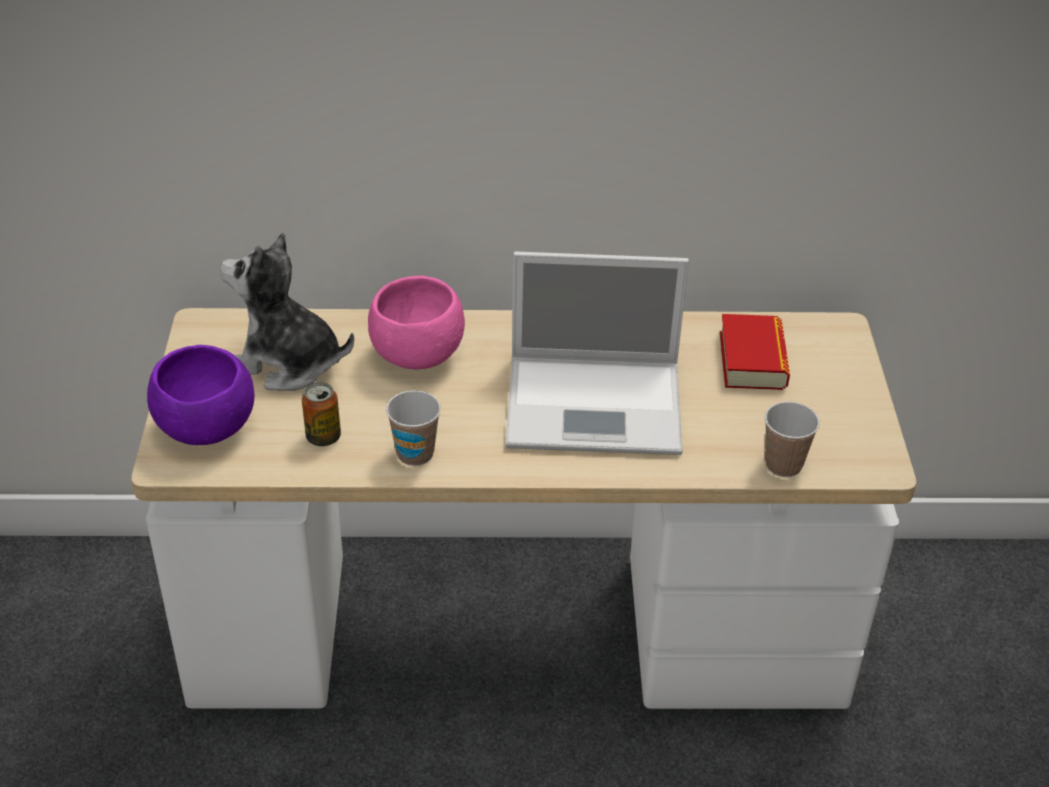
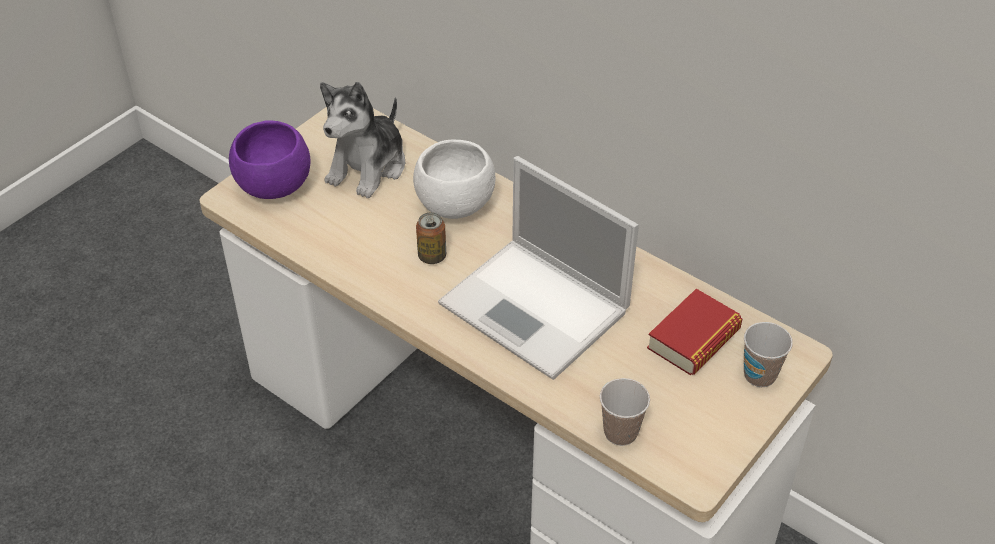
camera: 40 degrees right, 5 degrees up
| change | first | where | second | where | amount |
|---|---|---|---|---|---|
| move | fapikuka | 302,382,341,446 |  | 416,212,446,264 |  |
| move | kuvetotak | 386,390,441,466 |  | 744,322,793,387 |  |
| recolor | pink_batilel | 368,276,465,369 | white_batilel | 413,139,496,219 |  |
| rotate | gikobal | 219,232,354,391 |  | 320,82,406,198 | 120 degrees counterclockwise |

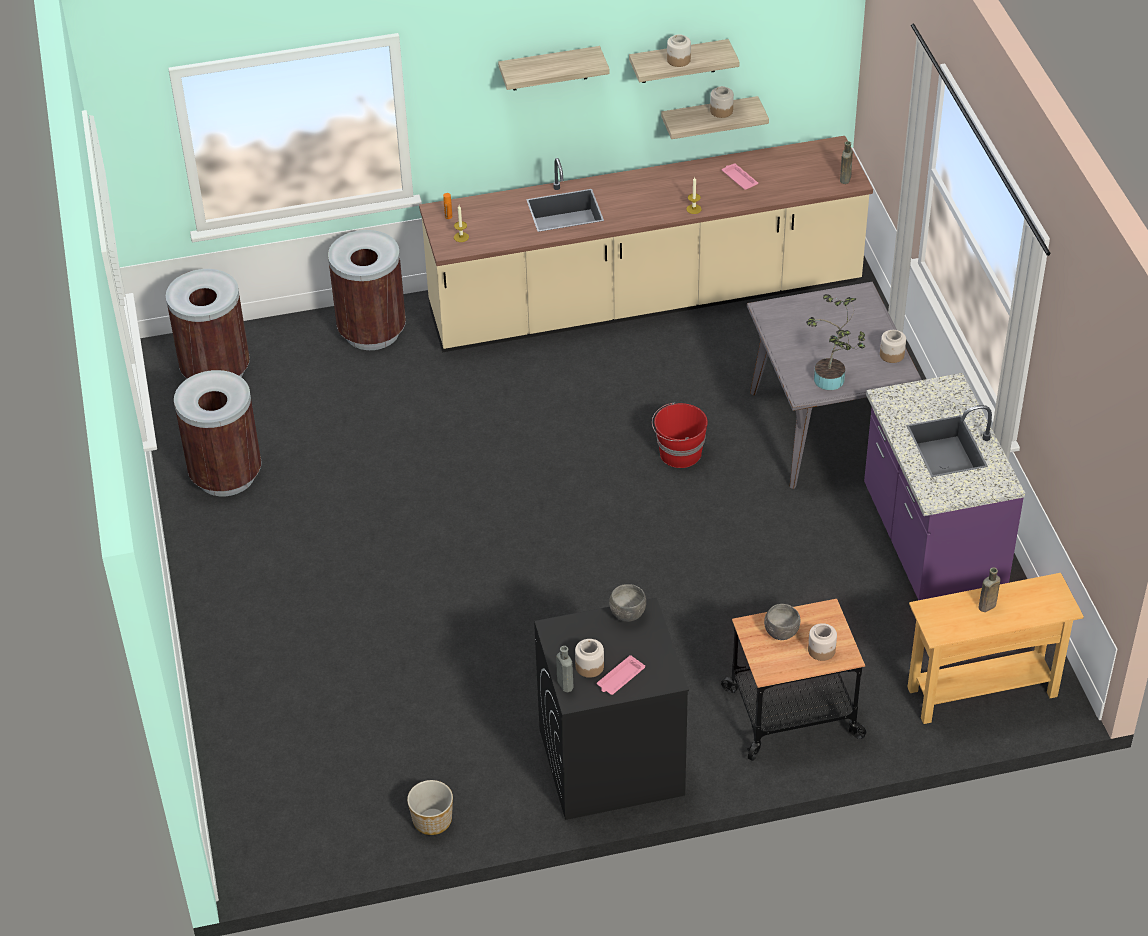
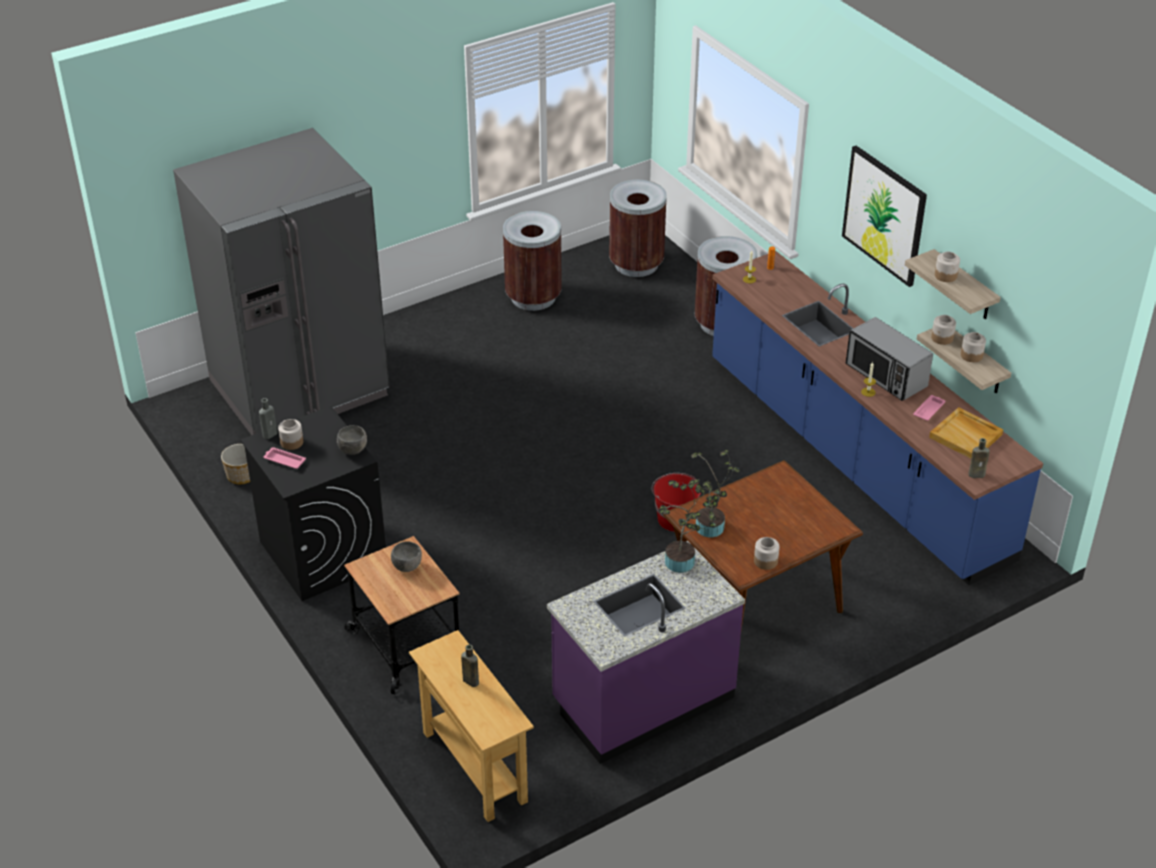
camera: 70 degrees right, 5 degrees down
| change | first | where | second | where | amount |
|---|---|---|---|---|---|
| insert |  |  | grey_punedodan | 173,128,390,435 |  |
| insert |  |  | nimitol | 659,479,717,573 |  |
| insert |  |  | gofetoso | 846,317,933,401 |  |
| insert |  |  | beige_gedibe | 929,407,1003,459 |  |
| move | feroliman | 808,623,837,661 |  | 931,315,956,345 |  |
| replace | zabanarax | 498,46,610,90 | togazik | 842,146,927,287 |  |
| recolor | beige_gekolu | 419,136,873,352 | blue_gekolu | 712,251,1043,585 |  |
| recolor | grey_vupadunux | 747,282,922,489 | brown_vupadunux | 663,460,863,630 |  |

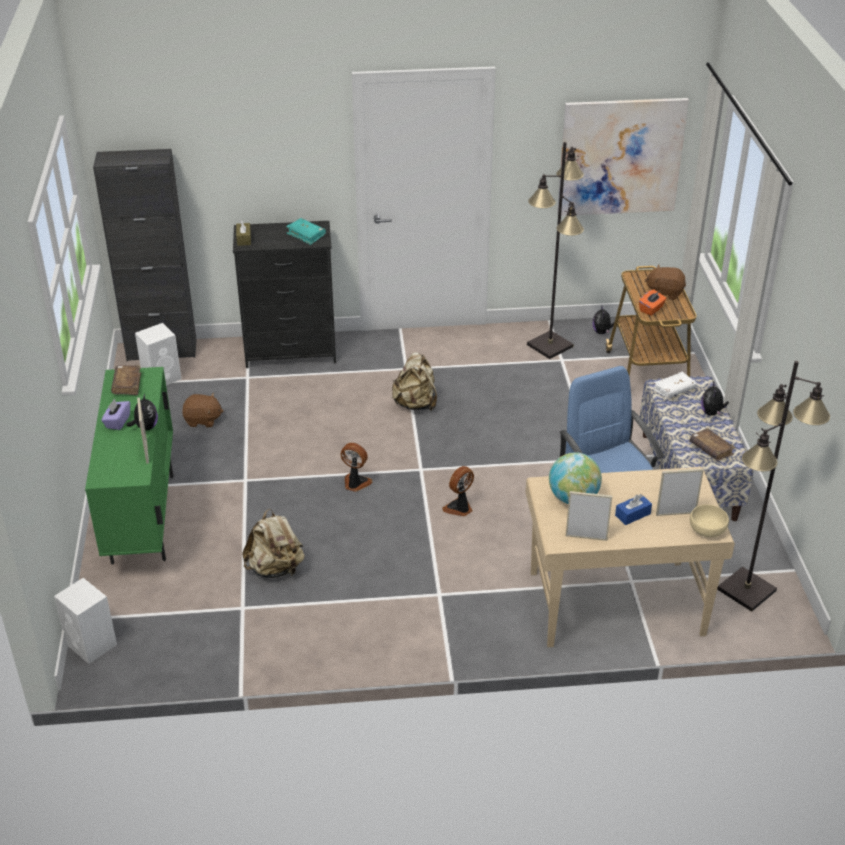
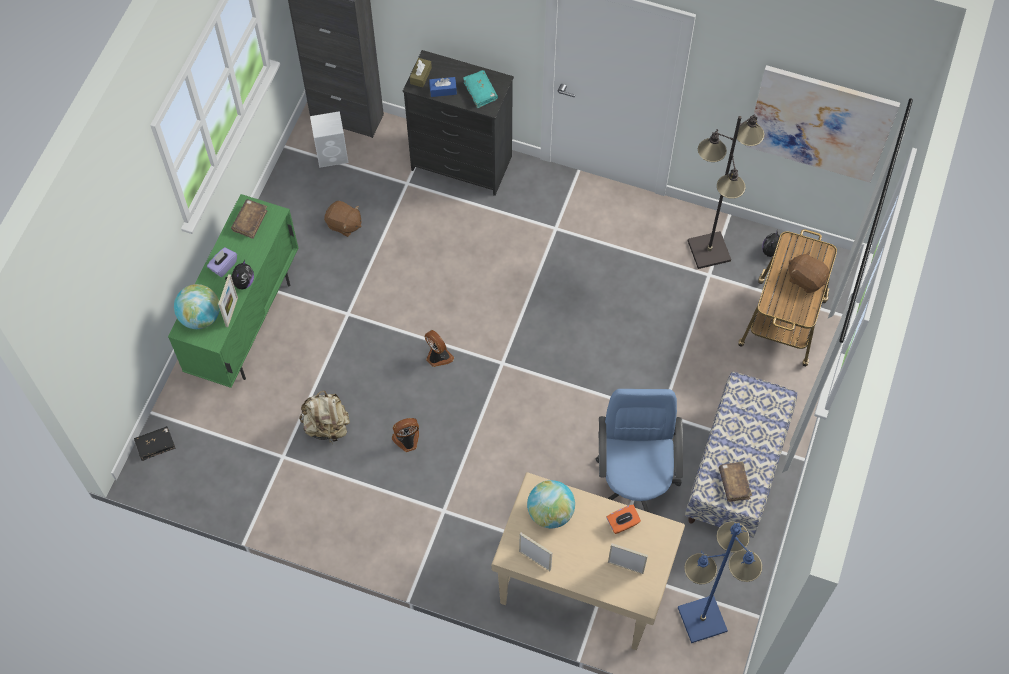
camera: 25 degrees right, 25 degrees up
| change | first | where | second | where | amount |
|---|---|---|---|---|---|
| delete | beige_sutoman | 392,352,437,411 |  |  |  |
| delete | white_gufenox | 653,372,697,398 |  |  |  |
| delete | beige_batilel | 690,504,729,537 |  |  |  |
| delete | gikobal | 701,381,729,416 |  |  |  |
| insert |  |  | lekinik | 174,284,220,329 |  |
| move | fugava | 442,466,474,516 |  | 392,418,419,452 |  |
| move | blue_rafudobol | 615,494,652,525 |  | 429,77,457,97 |  |
| move | orange_rafudobol | 639,290,666,316 |  | 606,505,641,534 |  |
| replace | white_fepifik | 54,578,117,664 | black_gufenox | 134,426,175,461 |  |
| recolor | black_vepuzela | 717,361,830,612 | blue_vepuzela | 678,521,762,643 |  |

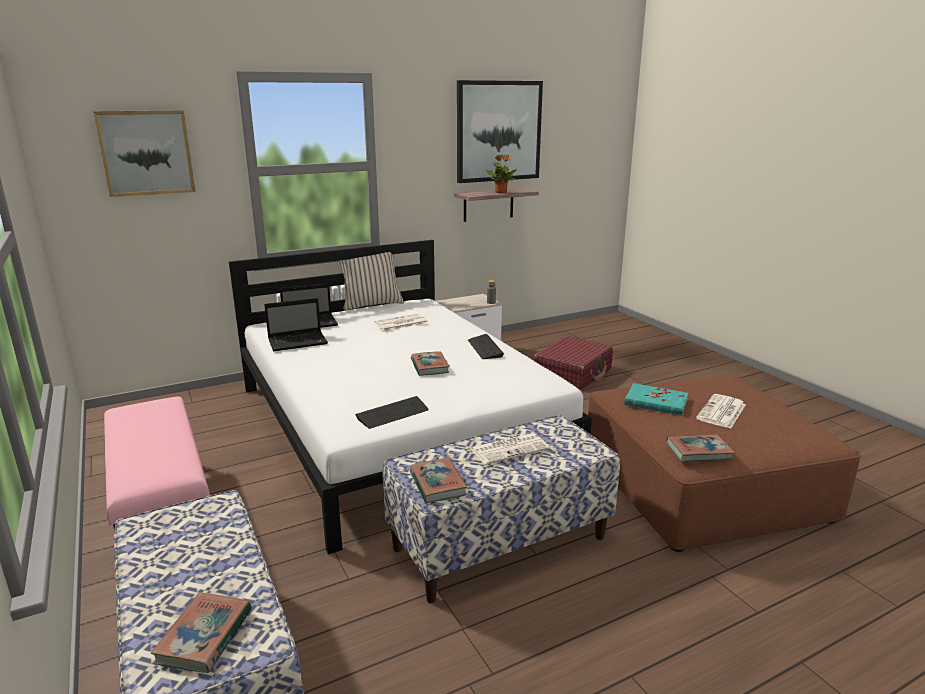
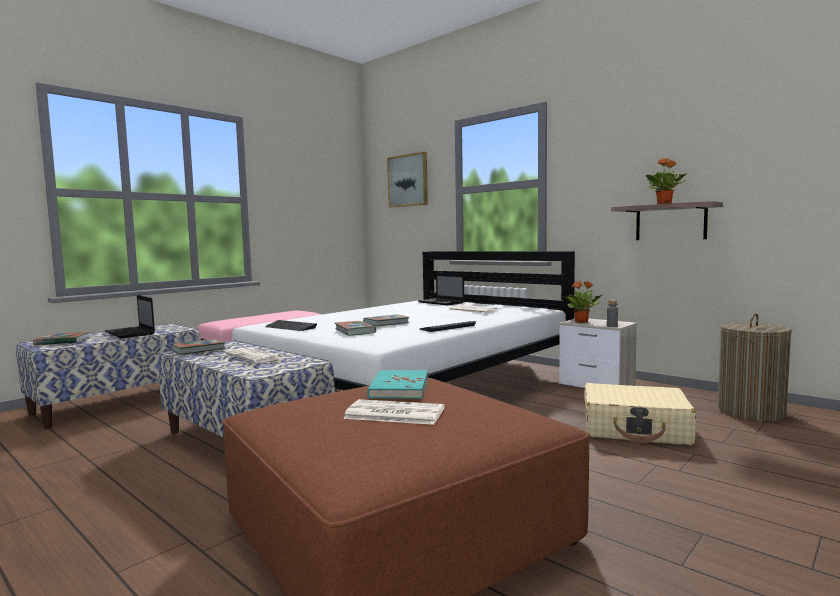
camera: 70 degrees right, 15 degrees down
| change | first | where | second | where | amount |
|---|---|---|---|---|---|
| delete | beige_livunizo | 339,252,404,310 |  |  |  |
| delete | togazik | 457,80,543,183 |  |  |  |
| insert |  |  | nimitol | 564,281,602,323 |  |
| insert |  |  | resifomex | 718,313,792,421 |  |
| move | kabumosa | 264,298,328,351 |  | 105,295,155,338 |  |
| move | gufenox | 666,434,734,462 |  | 335,321,376,336 |  |
| recolor | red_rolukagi | 534,336,613,390 | beige_rolukagi | 584,383,696,446 |  |

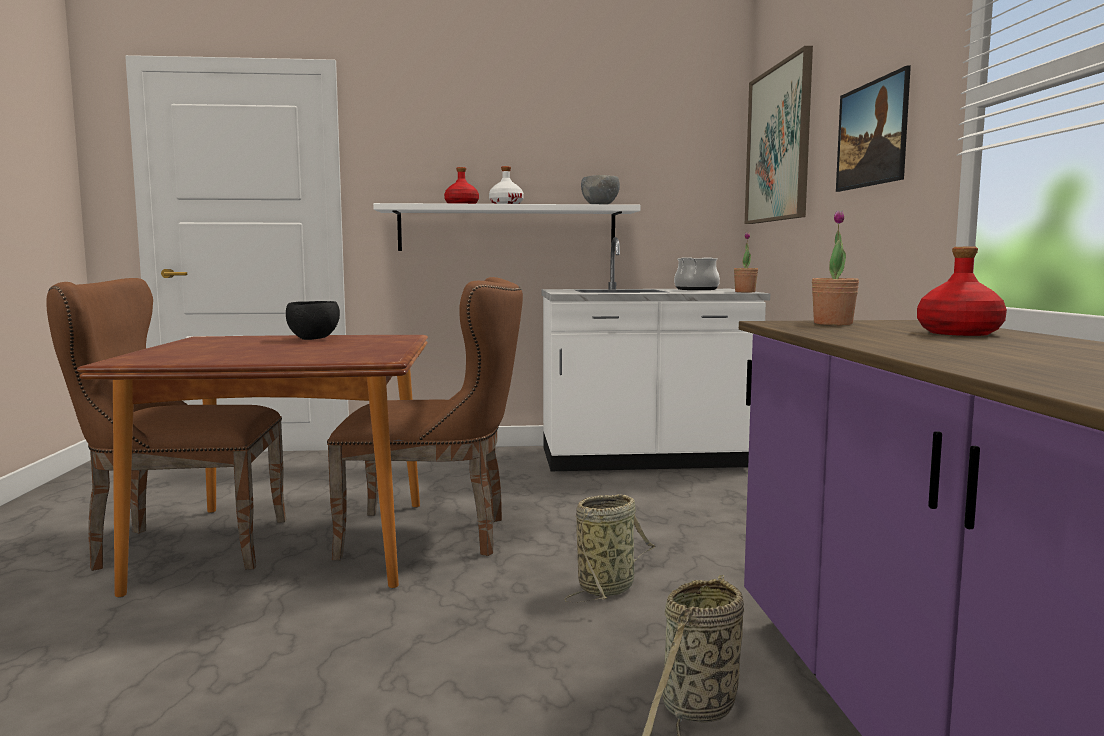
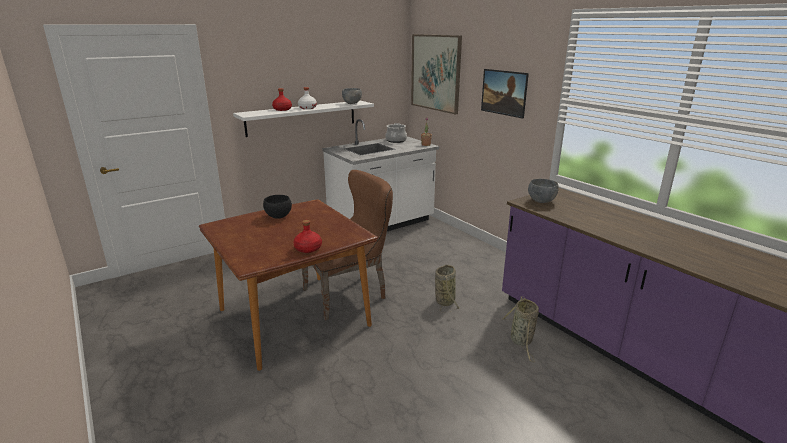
camera: 30 degrees left, 15 degrees up
| change | first | where | second | where | amount |
|---|---|---|---|---|---|
| delete | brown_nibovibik | 46,278,286,571 |  |  |  |
| move | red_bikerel | 917,247,1007,336 |  | 293,220,322,253 |  |
| replace | nimitol | 812,210,859,325 | grey_batilel | 528,179,559,203 |  |

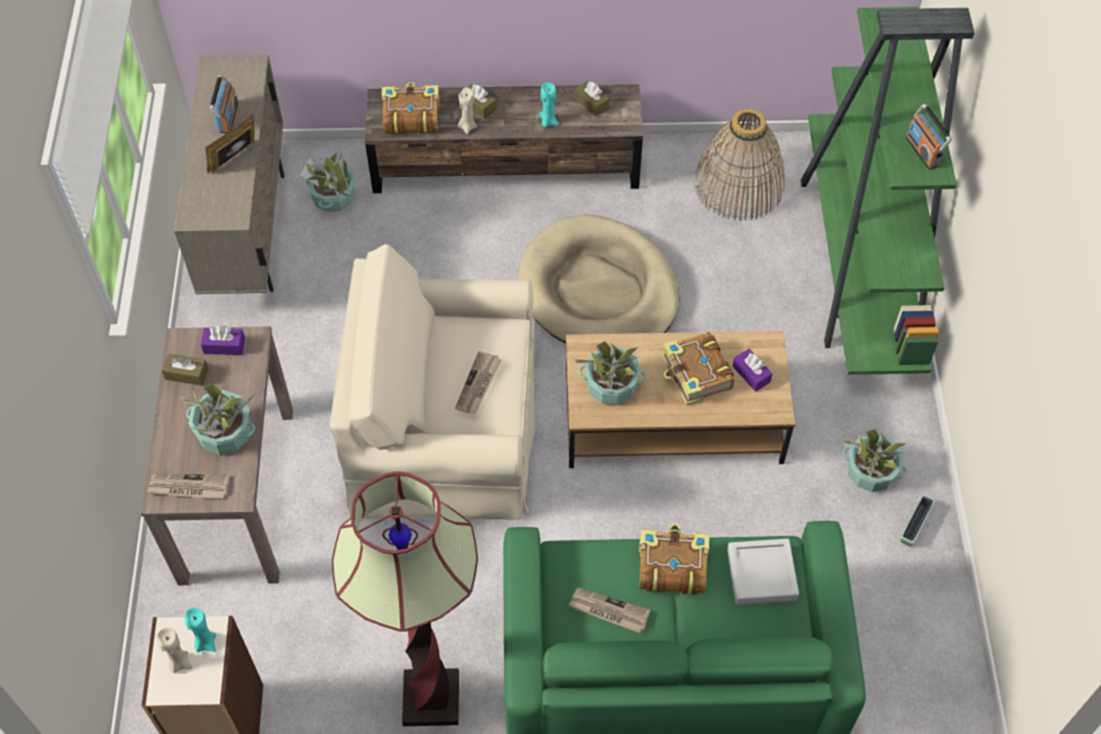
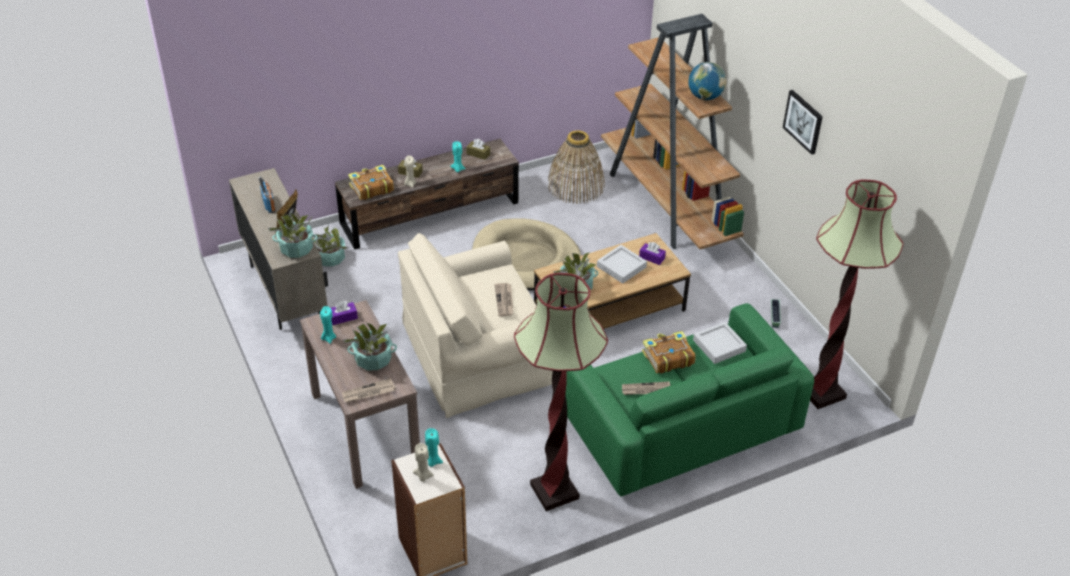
camera: 25 degrees left, 15 degrees down
| change | first | where | second | where | amount |
|---|---|---|---|---|---|
| insert |  |  | togazik | 783,90,823,155 |  |
| insert |  |  | vepuzela | 810,179,903,409 |  |
| move | nimitol | 841,429,910,492 |  | 268,213,318,258 |  |
| replace | brown_rafudobol | 162,354,209,386 | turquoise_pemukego | 320,306,336,343 |  |
| replace | gufenox | 662,332,735,406 | grey_gedibe | 597,245,647,284 |  |
| replace | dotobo | 906,104,952,170 | lekinik | 688,62,726,100 |  |
| recolor | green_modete | 801,6,974,374 | brown_modete | 601,14,744,249 |  |

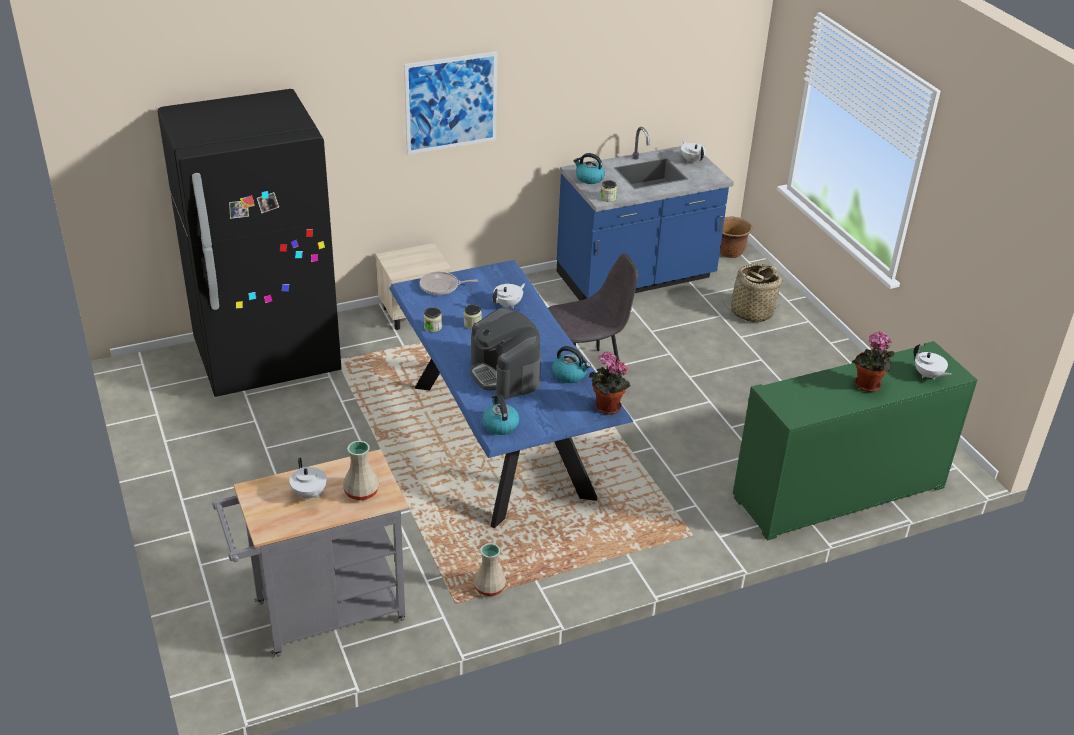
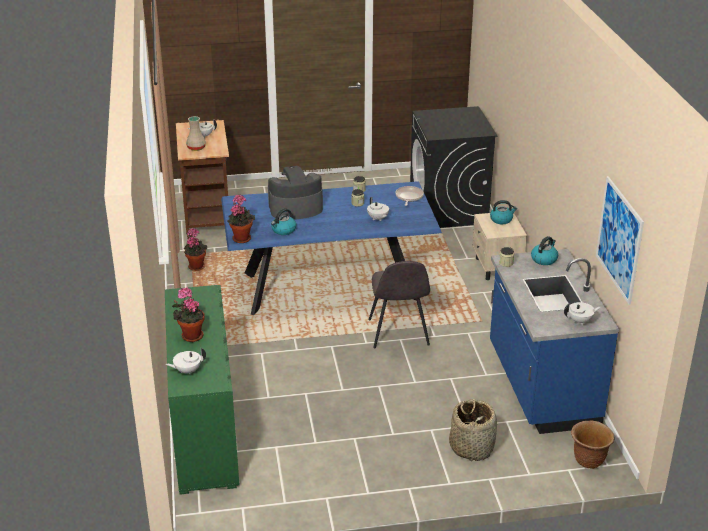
camera: 105 degrees right, 5 degrees down
| change | first | where | second | where | amount |
|---|---|---|---|---|---|
| move | togazik | 404,51,497,155 |  | 596,176,644,305 |  |
| move | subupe | 482,394,519,435 |  | 490,200,517,224 |  |
| replace | black_punedodan | 157,89,342,397 | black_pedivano | 410,106,498,228 |  |
| replace | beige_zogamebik | 473,543,506,596 | nimitol | 184,228,207,271 |  |
| recolor | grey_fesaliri | 212,449,408,657 | brown_fesaliri | 176,119,229,238 |  |

